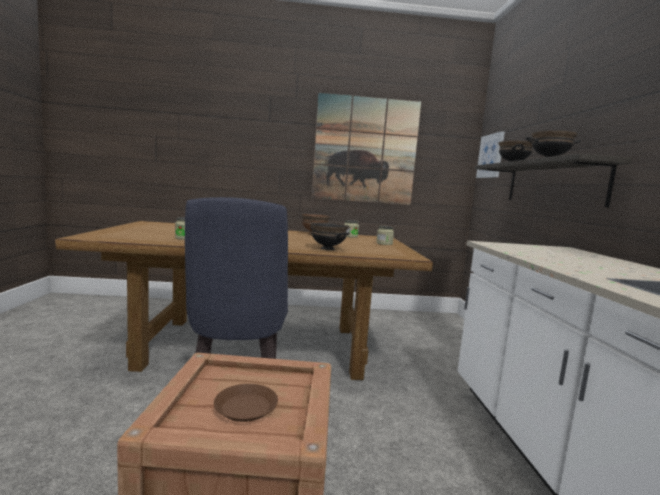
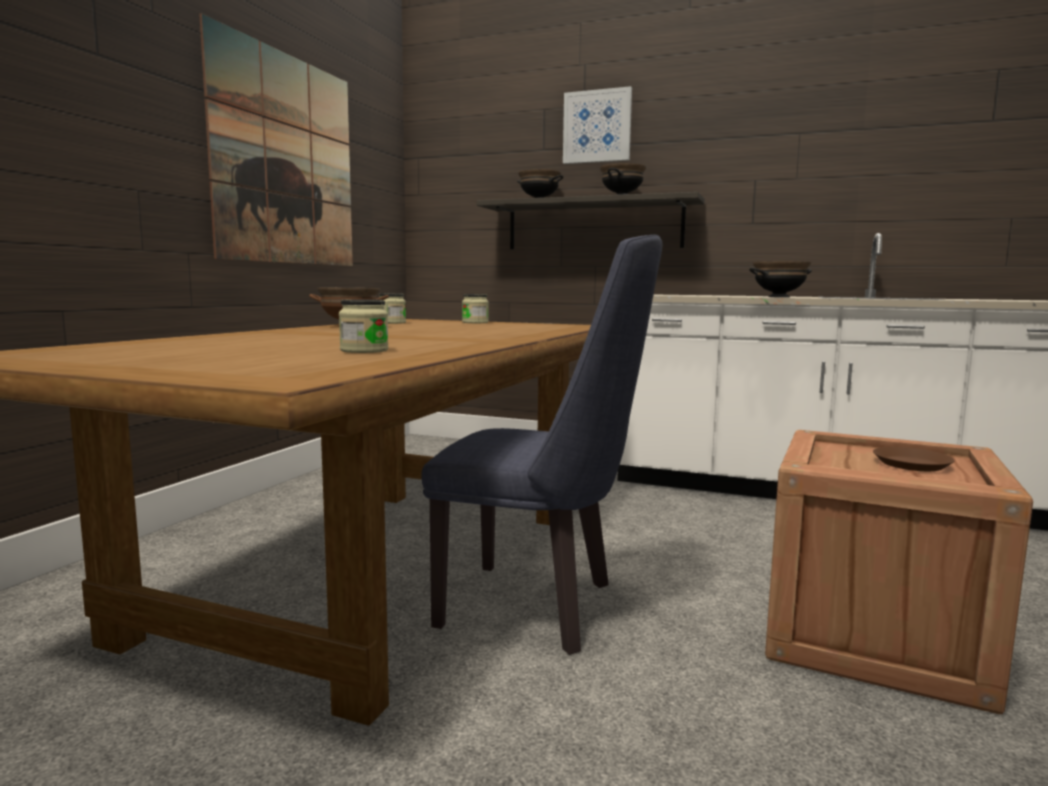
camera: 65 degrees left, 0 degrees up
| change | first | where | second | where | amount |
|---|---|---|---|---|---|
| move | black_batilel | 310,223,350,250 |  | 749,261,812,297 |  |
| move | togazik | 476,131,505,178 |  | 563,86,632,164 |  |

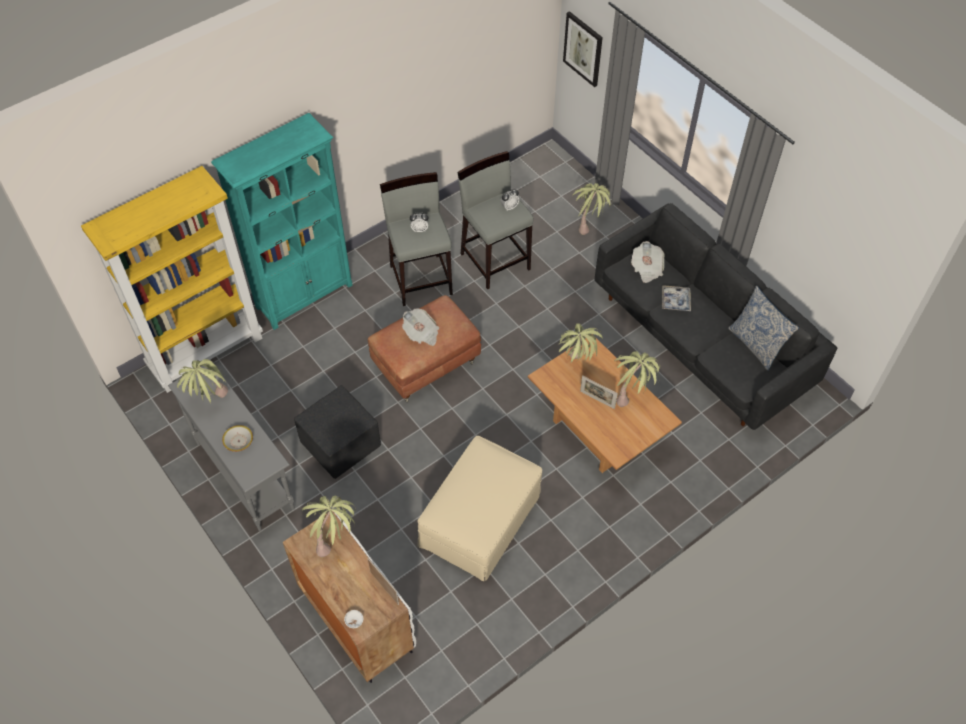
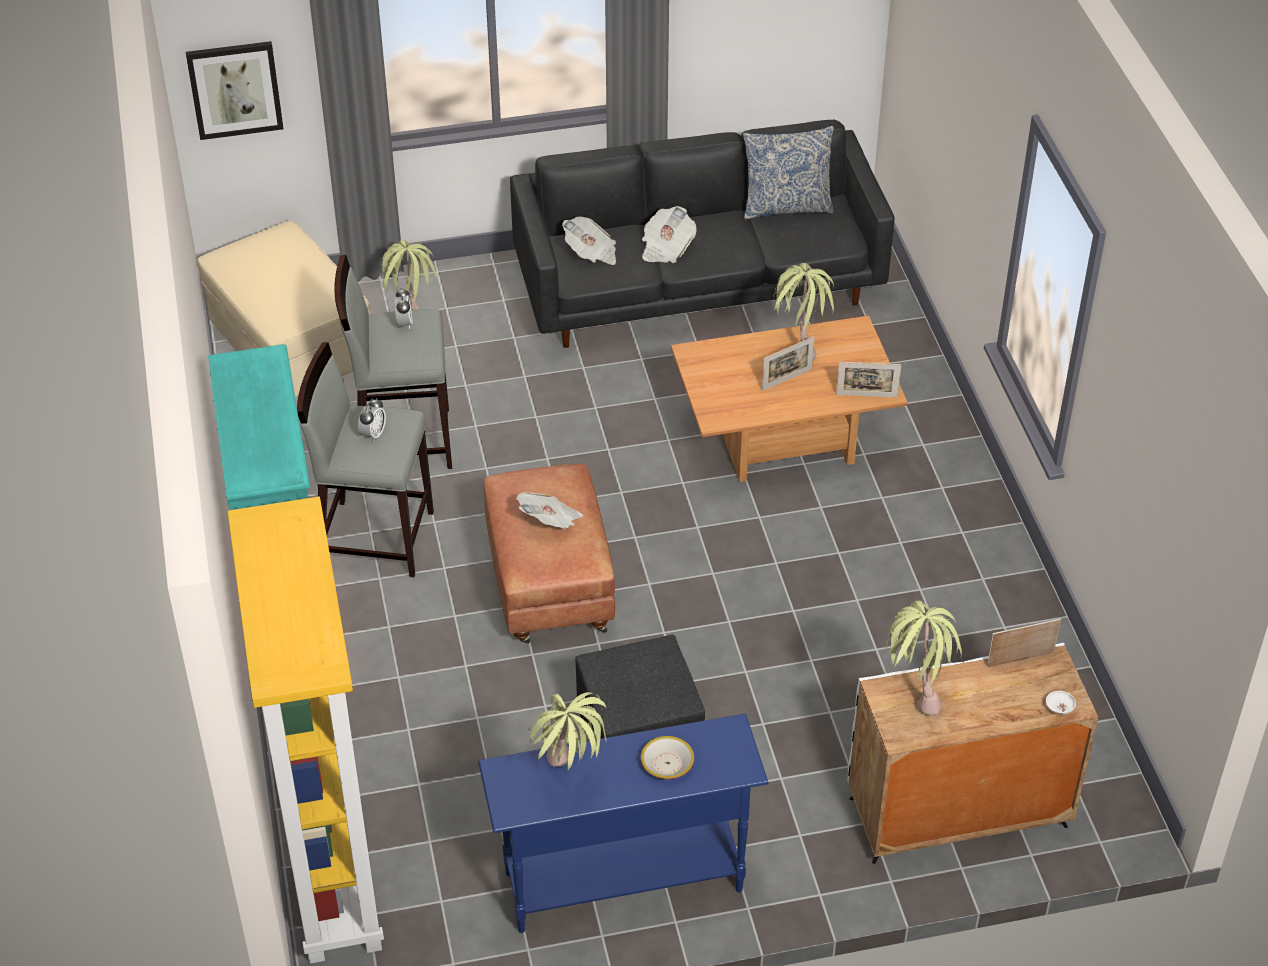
camera: 65 degrees left, 10 degrees down
| change | first | where | second | where | amount |
|---|---|---|---|---|---|
| delete | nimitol | 558,323,602,362 |  |  |  |
| insert |  |  | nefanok | 836,362,901,397 |  |
| move | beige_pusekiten | 417,436,542,581 |  | 198,221,371,397 |  |
| replace | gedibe | 662,285,691,311 | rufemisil | 642,206,697,263 |  |
| recolor | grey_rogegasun | 168,364,295,531 | blue_rogegasun | 478,714,768,933 |  |

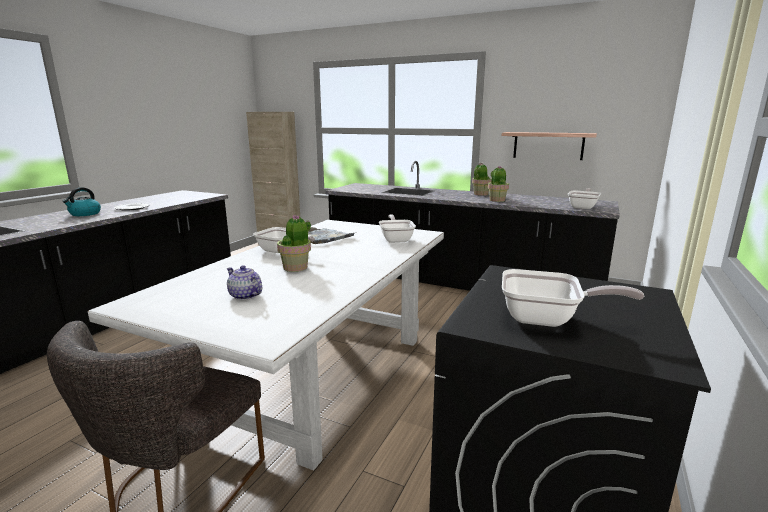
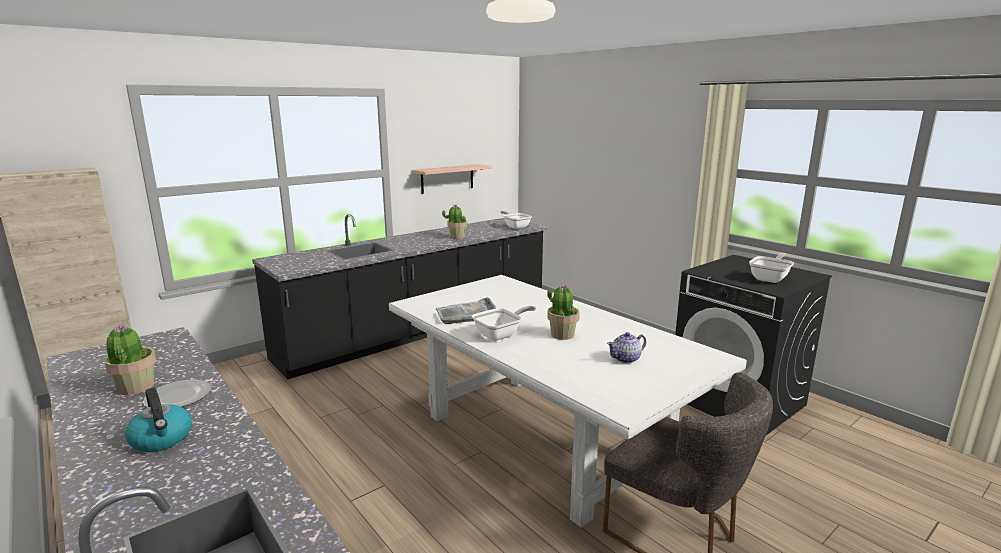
camera: 65 degrees left, 0 degrees up
| change | first | where | second | where | amount |
|---|---|---|---|---|---|
| delete | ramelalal | 379,215,416,243 |  |  |  |
| move | nimitol | 472,163,492,196 |  | 104,324,156,395 |  |

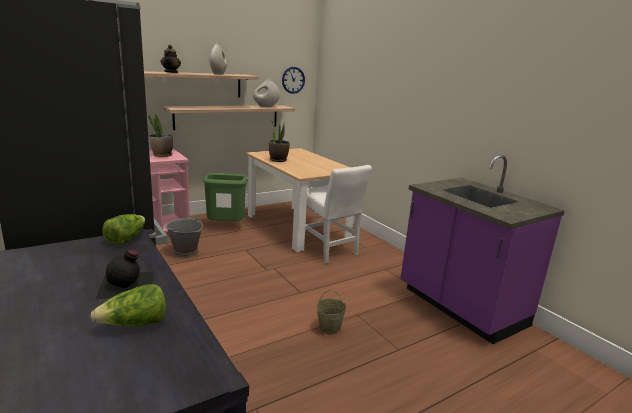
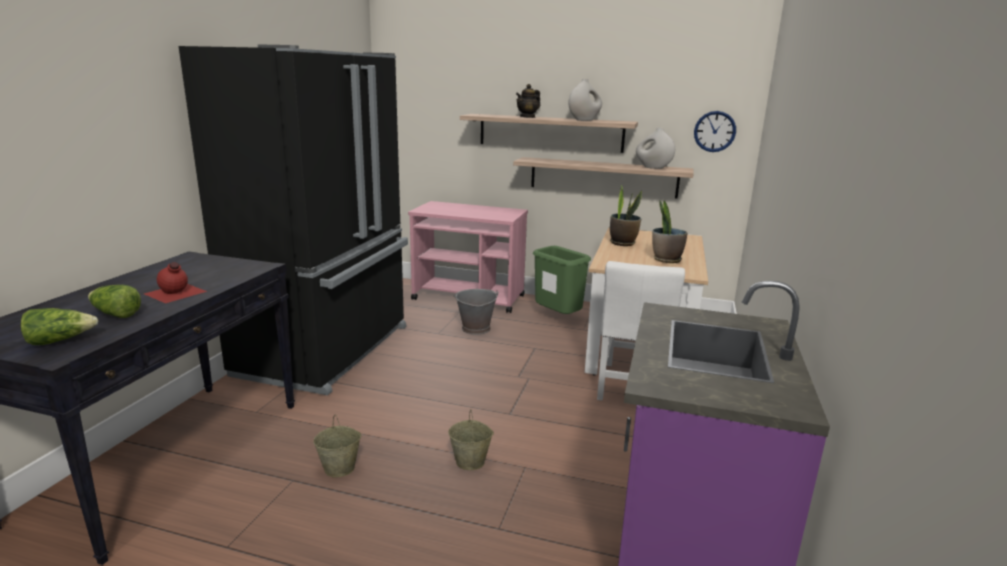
camera: 50 degrees right, 0 degrees up
| change | first | where | second | where | amount |
|---|---|---|---|---|---|
| insert |  |  | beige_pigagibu | 313,415,362,477 |  |
| move | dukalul | 102,214,145,245 |  | 20,308,98,345 |  |
| move | nimitol | 148,115,173,157 |  | 652,200,688,263 |  |
| recolor | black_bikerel | 96,249,154,299 | red_bikerel | 144,262,207,303 |  |

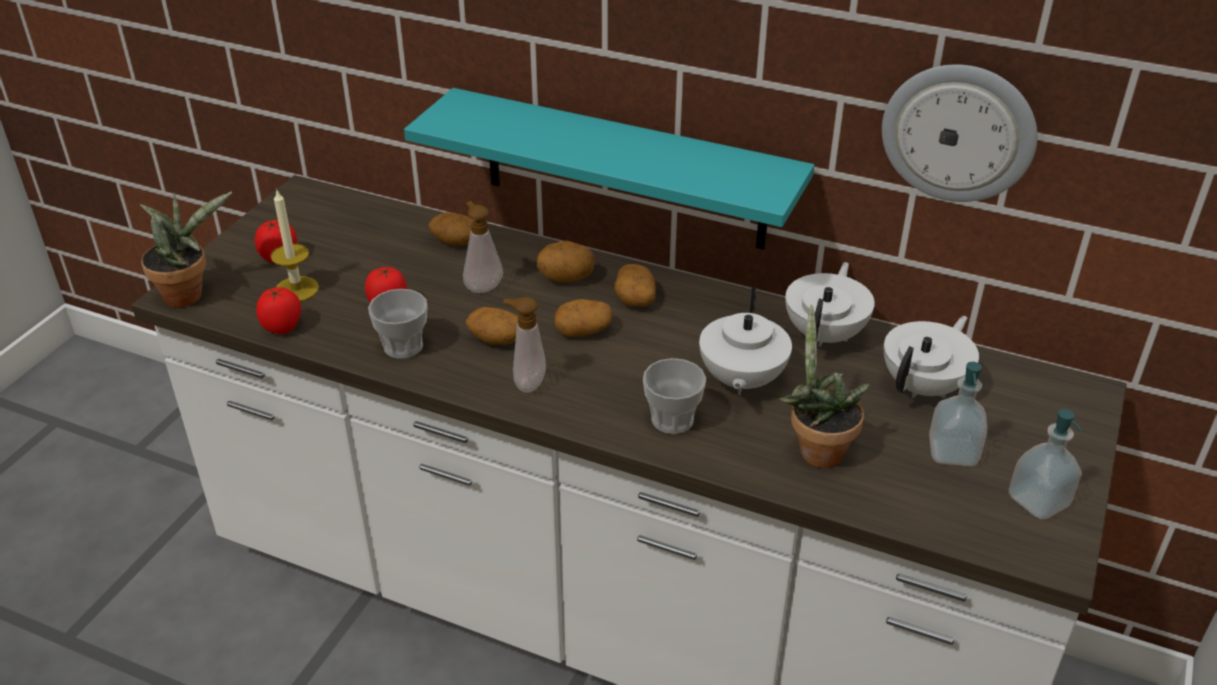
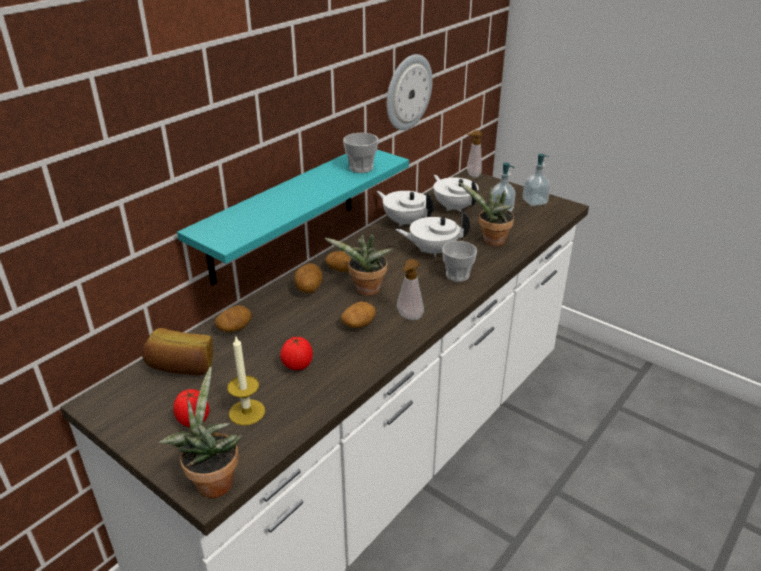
camera: 75 degrees left, 5 degrees down
| change | first | where | second | where | amount |
|---|---|---|---|---|---|
| delete | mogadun | 256,287,301,334 |  |  |  |
| insert |  |  | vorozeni | 142,328,213,375 |  |
| move | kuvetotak | 368,289,428,359 |  | 343,133,379,173 |  |
| move | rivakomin | 463,201,503,293 |  | 467,130,482,178 |  |
| replace | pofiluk | 554,299,613,337 | nimitol | 324,234,392,296 |  |
| rotate | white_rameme | 699,287,792,395 |  | 396,211,470,257 | 150 degrees clockwise |

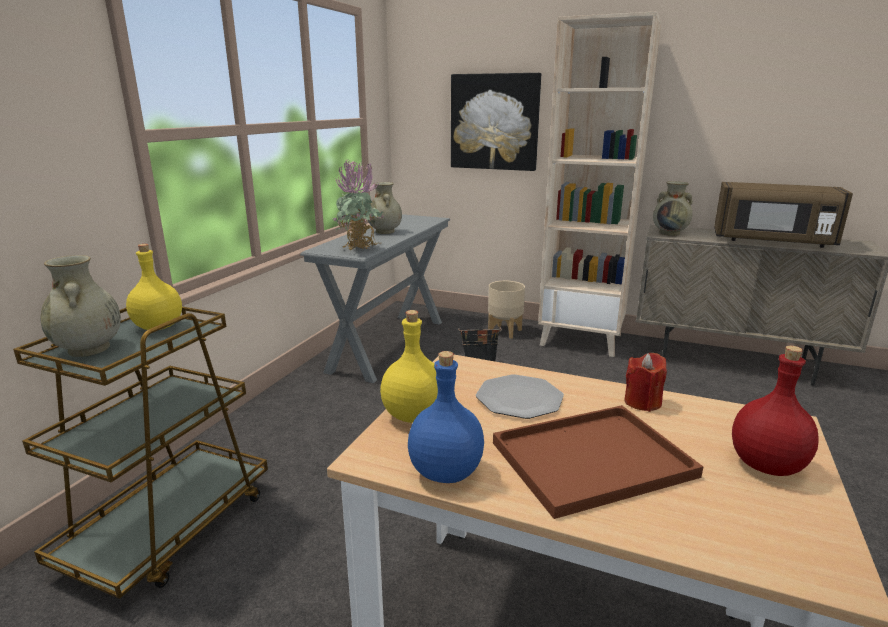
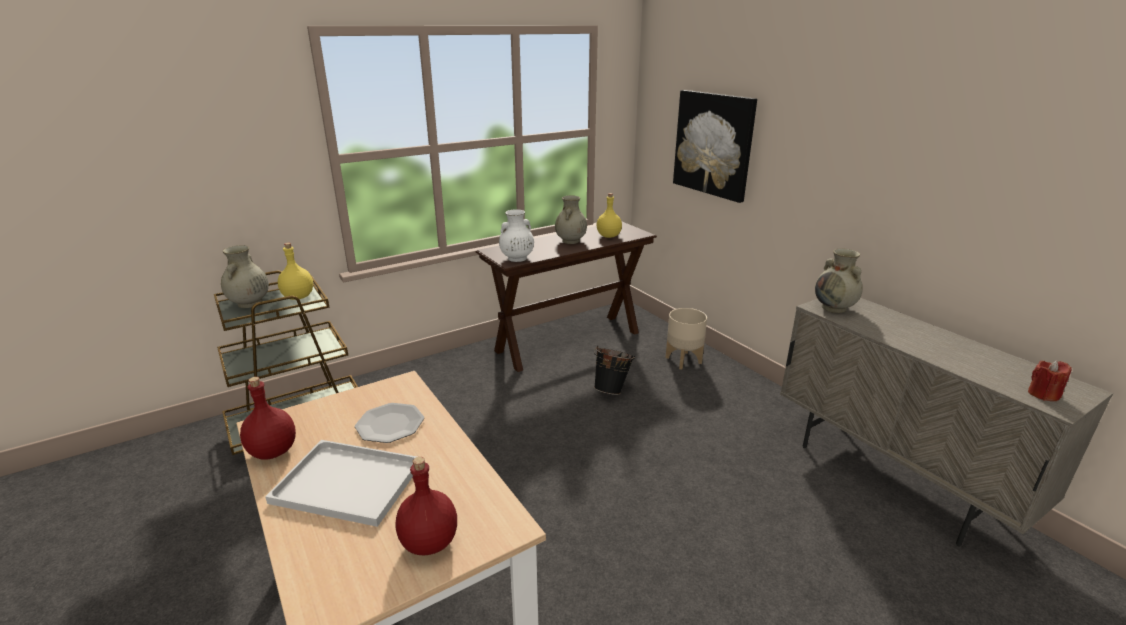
camera: 35 degrees right, 5 degrees up
| change | first | where | second | where | amount |
|---|---|---|---|---|---|
| delete | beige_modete | 538,11,661,357 |  |  |  |
| delete | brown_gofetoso | 714,182,853,248 |  |  |  |
| move | yellow_bikerel | 380,310,438,423 |  | 597,193,622,238 |  |
| move | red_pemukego | 624,353,667,412 |  | 1028,360,1072,401 |  |
| replace | nimitol | 332,159,385,250 | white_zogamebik | 499,209,534,262 |  |
| recolor | grey_rogegasun | 300,214,450,383 | brown_rogegasun | 476,222,657,372 |  |
| recolor | blue_bikerel | 408,351,484,483 | red_bikerel | 240,377,296,460 |  |
| recolor | brown_gedibe | 493,405,703,519 | white_gedibe | 265,440,417,527 |  |

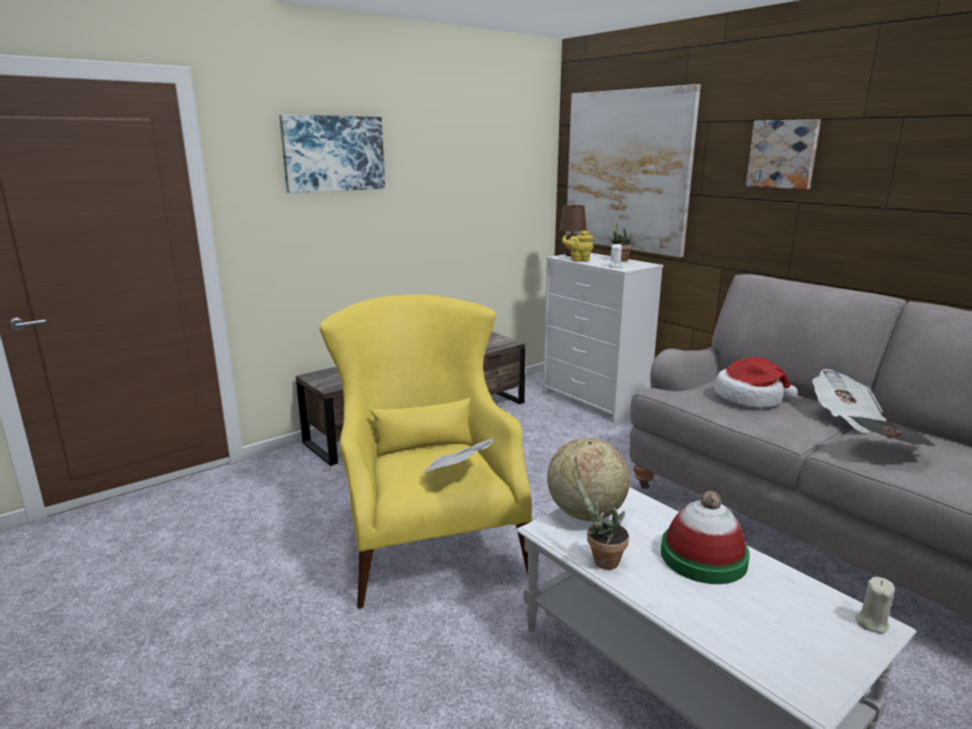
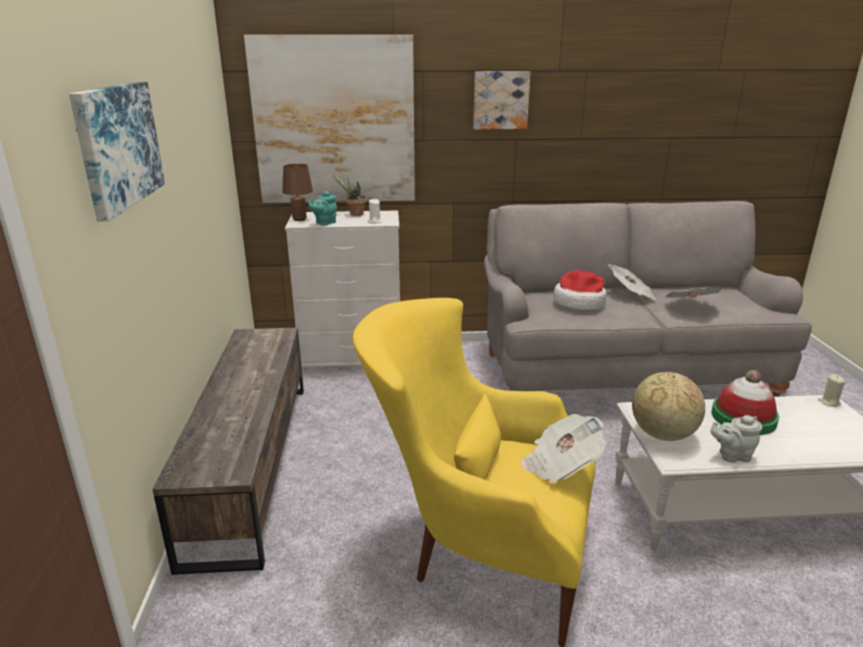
camera: 55 degrees left, 5 degrees up
| change | first | where | second | where | amount |
|---|---|---|---|---|---|
| replace | nimitol | 576,478,629,570 | grey_rameme | 711,415,762,463 |  |
| recolor | yellow_rameme | 562,230,594,261 | turquoise_rameme | 308,190,337,226 |  |

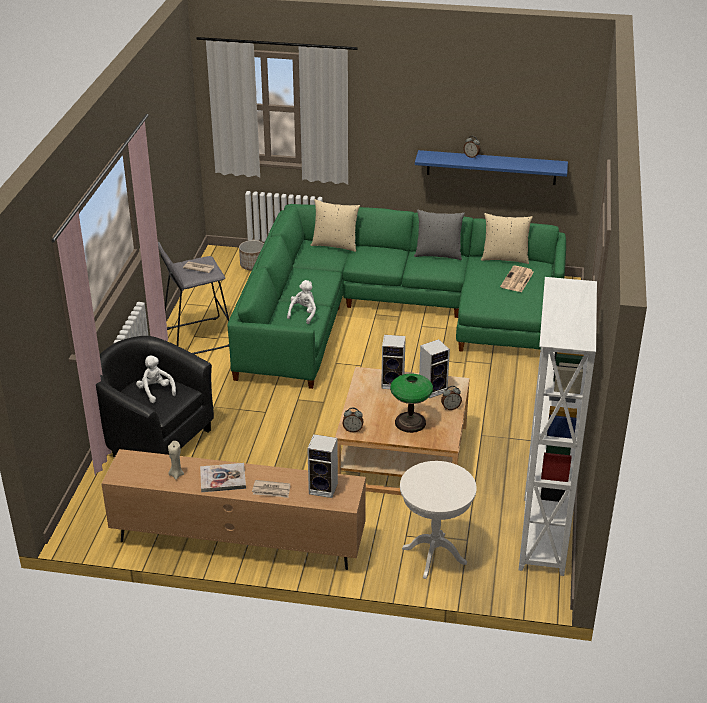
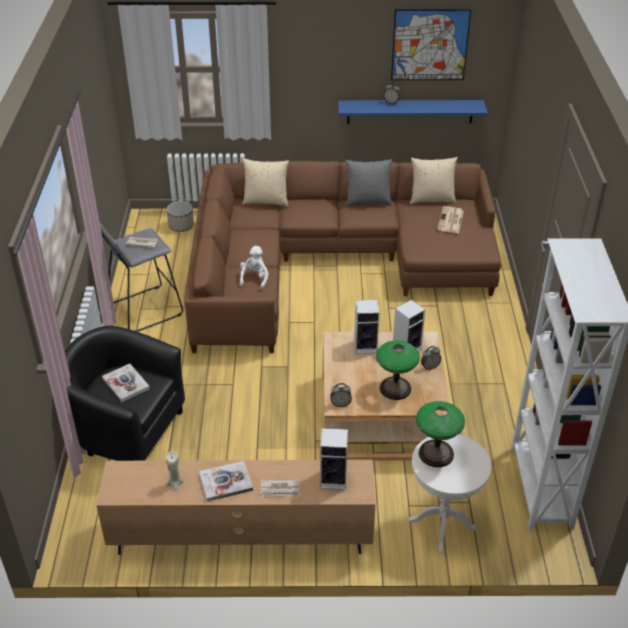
camera: 10 degrees left, 5 degrees up
| change | first | where | second | where | amount |
|---|---|---|---|---|---|
| insert |  |  | togazik | 391,9,471,80 |  |
| insert |  |  | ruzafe | 416,401,465,467 |  |
| replace | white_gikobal | 136,355,176,403 | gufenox | 102,364,150,402 |  |
| recolor | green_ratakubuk | 227,204,566,389 | brown_ratakubuk | 184,161,501,353 |  |

